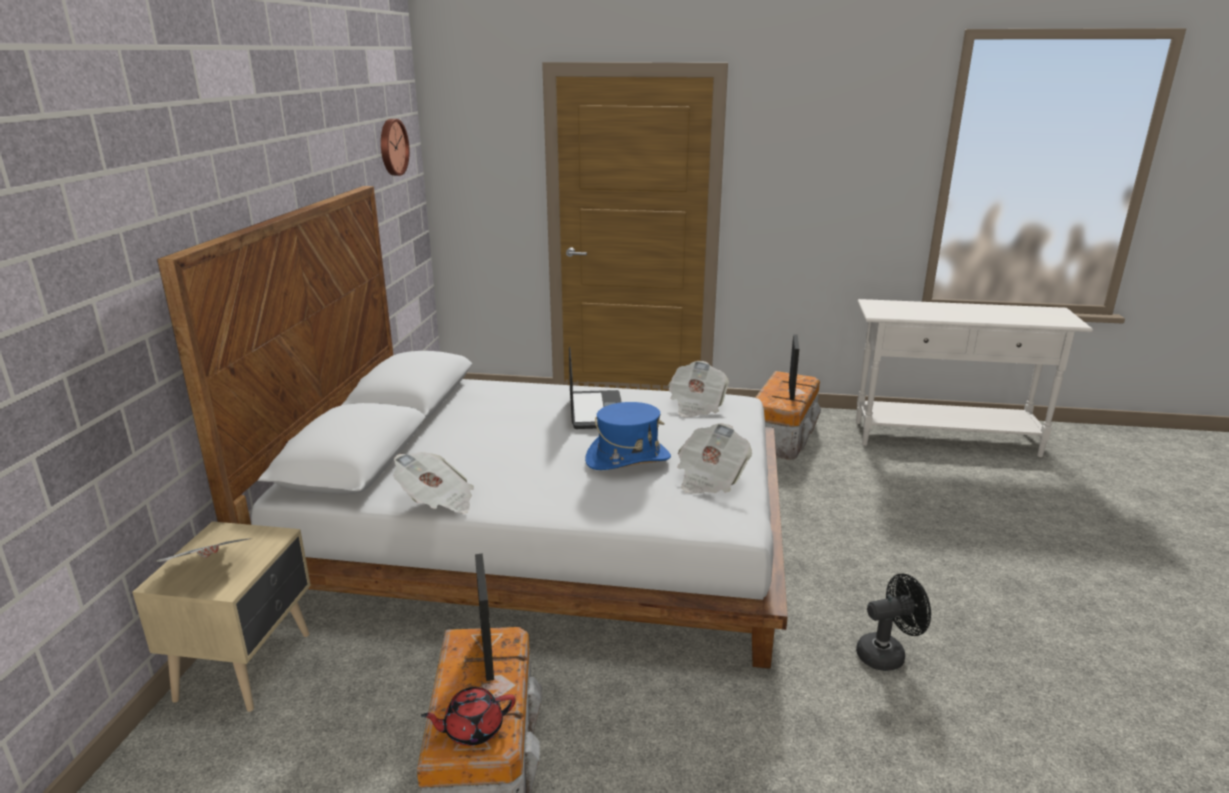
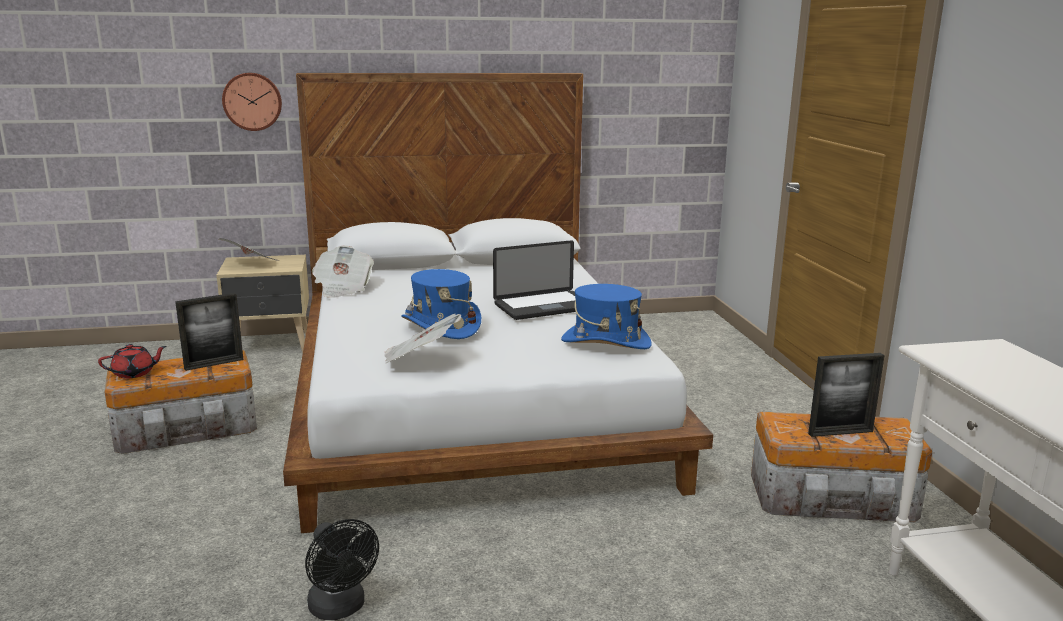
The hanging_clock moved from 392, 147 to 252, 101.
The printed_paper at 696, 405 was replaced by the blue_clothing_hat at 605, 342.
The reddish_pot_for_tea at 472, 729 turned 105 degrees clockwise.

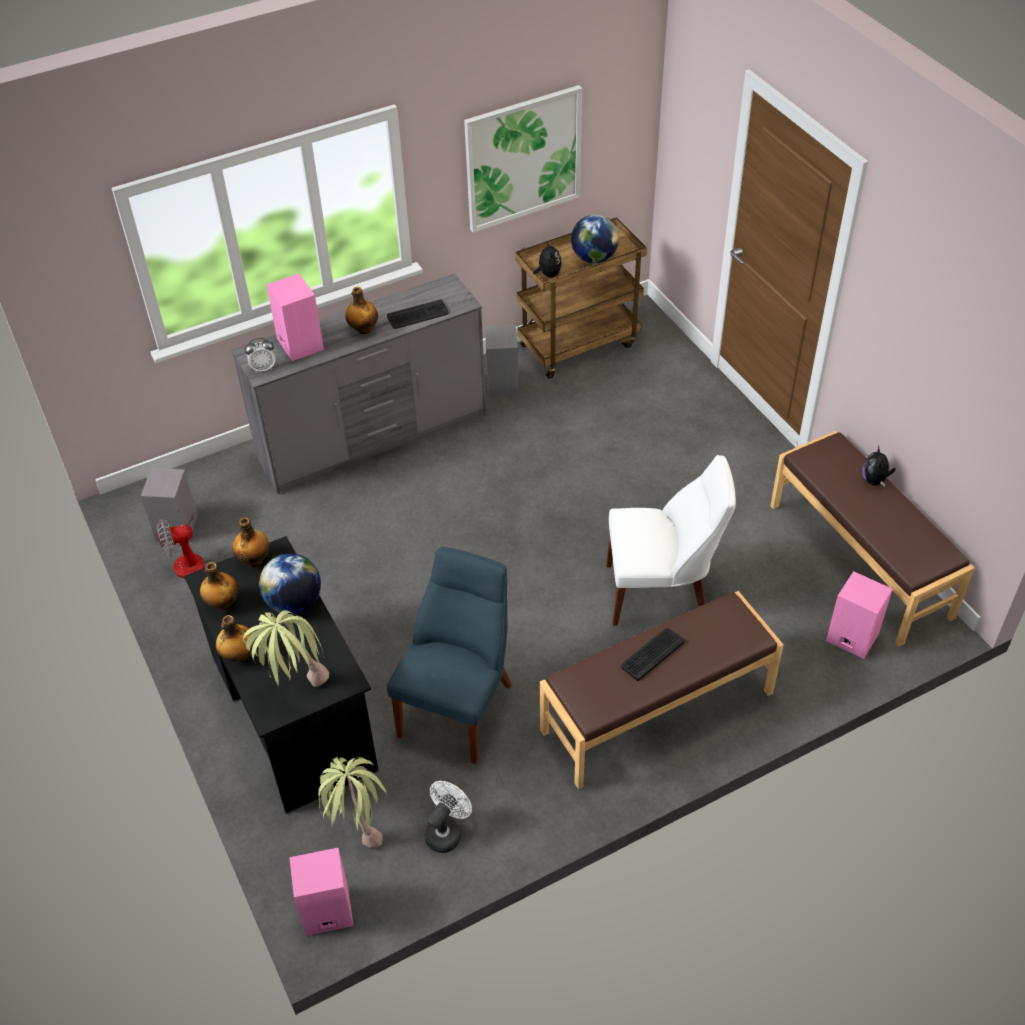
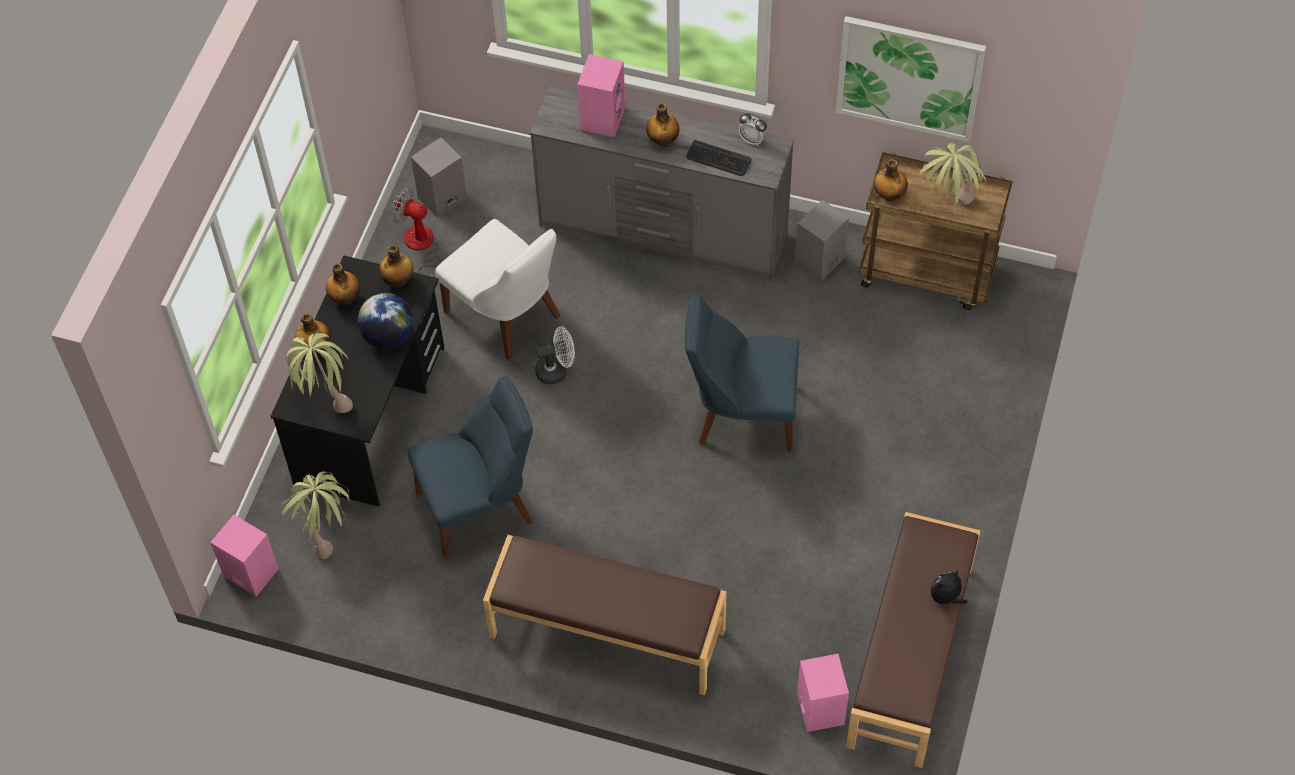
The computer_keyboard at 652, 654 disappeared.
The blue_chair at 742, 414 appeared.
The table_clock moved from 263, 368 to 752, 139.
The white-coloured_cooling_fan moved from 446, 831 to 556, 370.
The white-coloured_chair moved from 661, 592 to 506, 316.
The cuddly_toy at 548, 274 was replaced by the drink_bottle at 889, 195.
The world_globe at 594, 258 was replaced by the plant_in_a_pot at 947, 208.

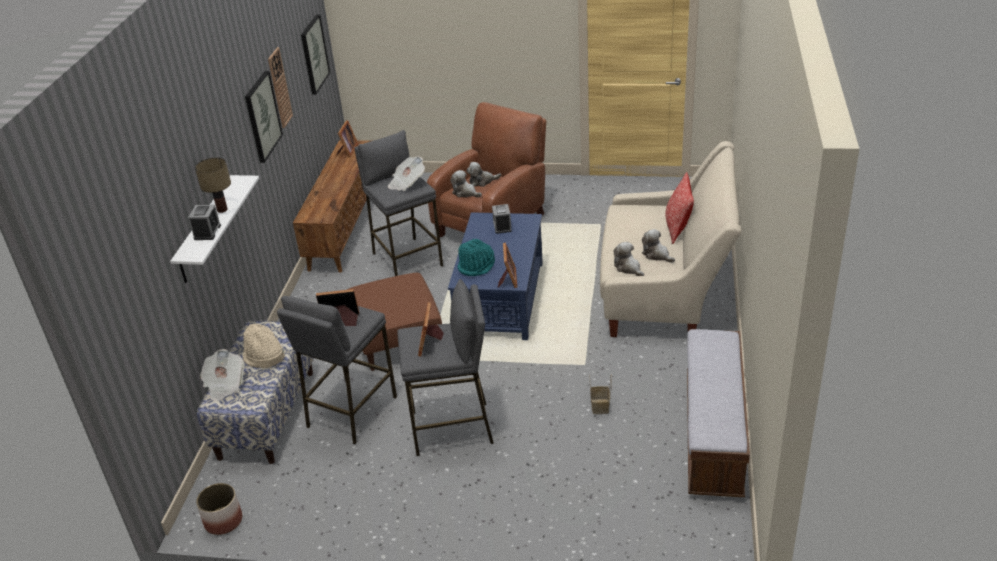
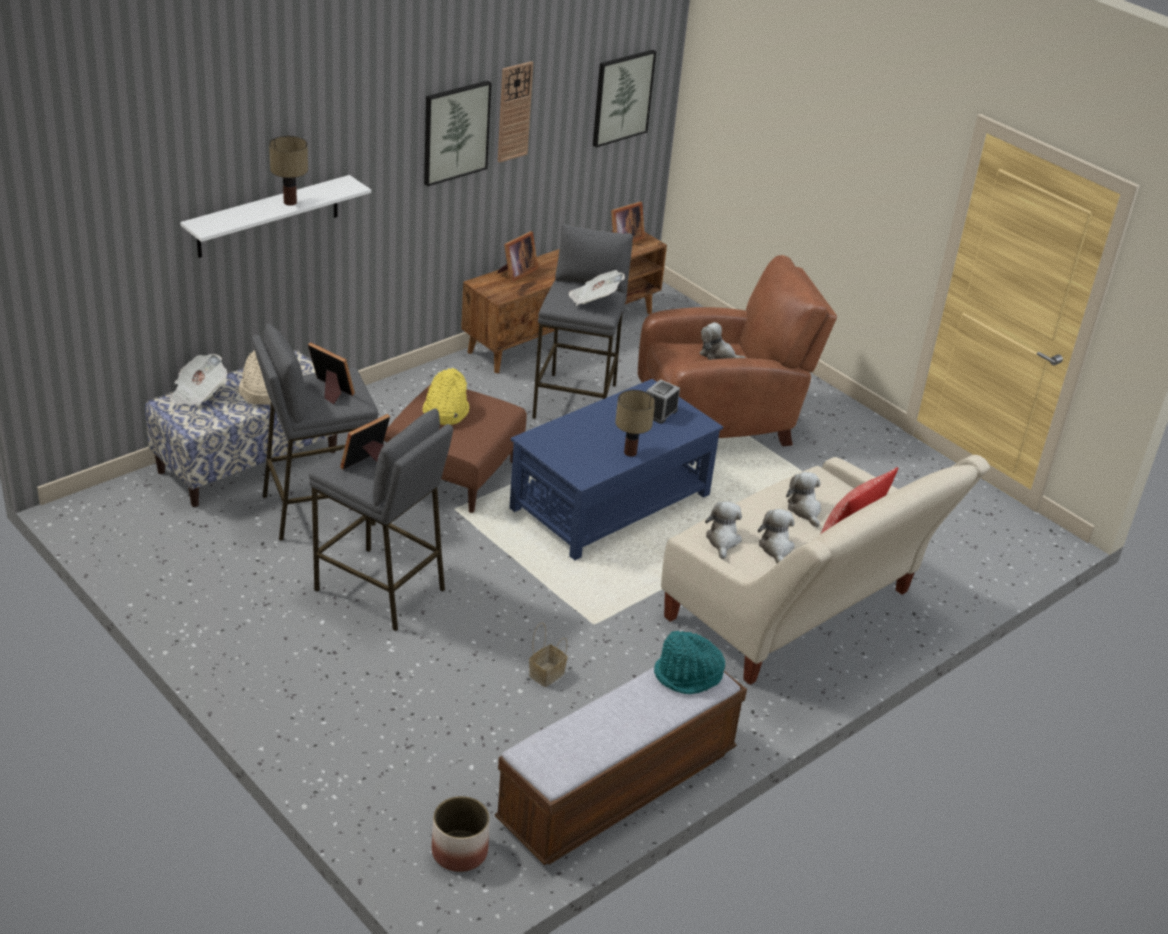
The table_clock at 207, 232 disappeared.
The yellowish_clothing_hat at 445, 411 appeared.
The lamp_for_a_table at 630, 453 appeared.
The planter moved from 224, 520 to 460, 851.
The cuddly_toy moved from 465, 193 to 805, 510.
The turquoise-coloured_clothing_hat moved from 476, 266 to 688, 676.
The standing_frame moved from 508, 279 to 516, 273.

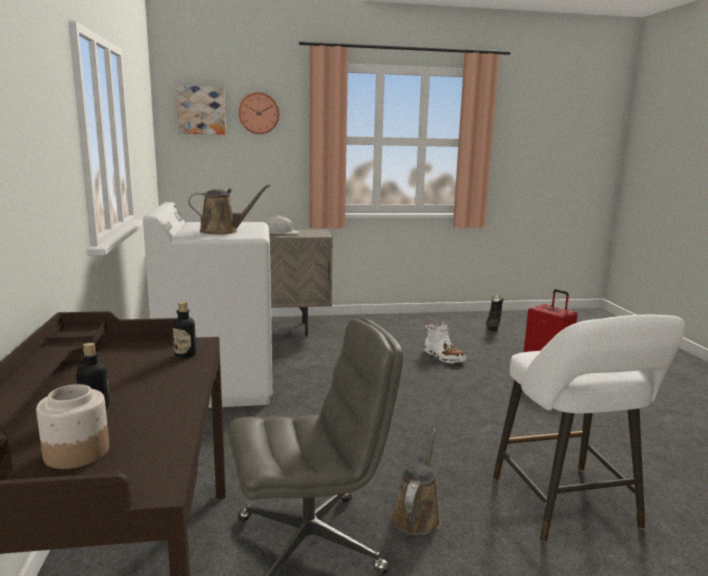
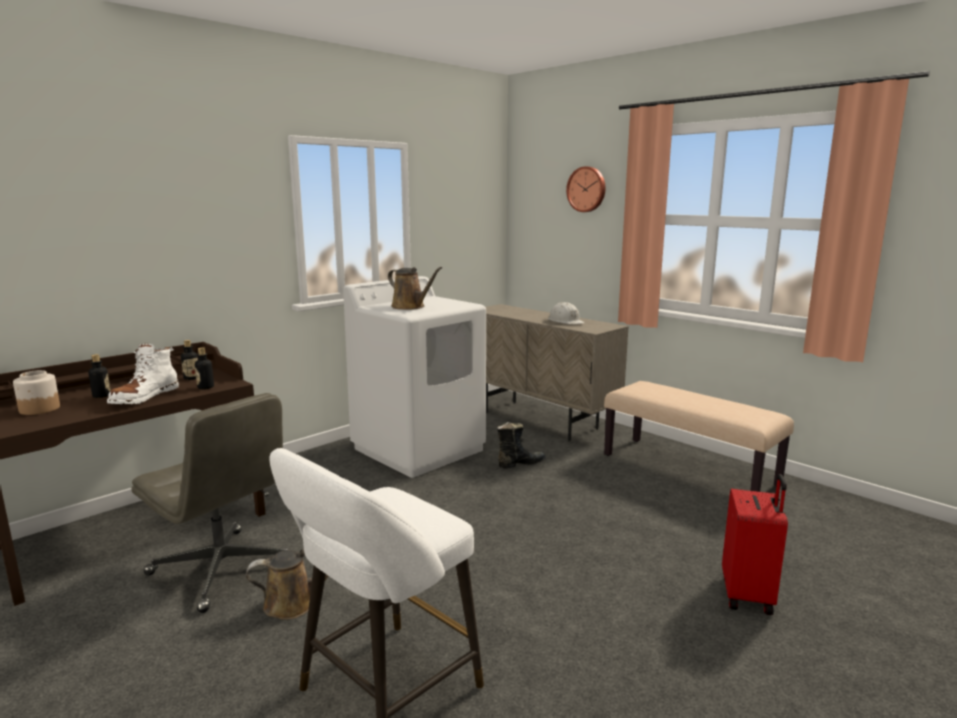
The wall_picture at 201, 110 disappeared.
The drink_bottle at 191, 378 appeared.
The sand-coloured_indoor_bench at 689, 469 appeared.
The white-coloured_tall_boot moved from 443, 357 to 145, 397.
The black_tall_boot moved from 492, 326 to 520, 463.

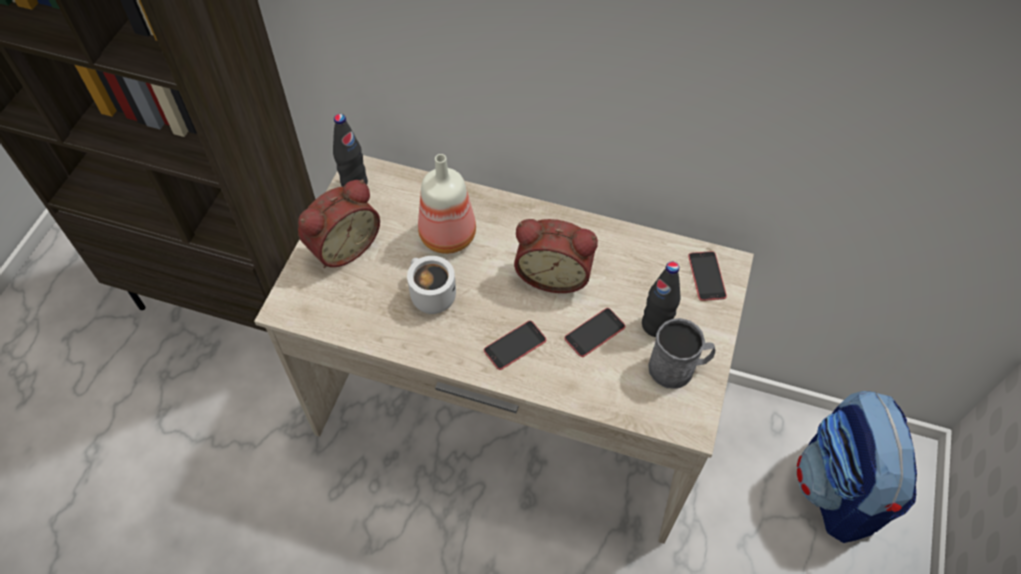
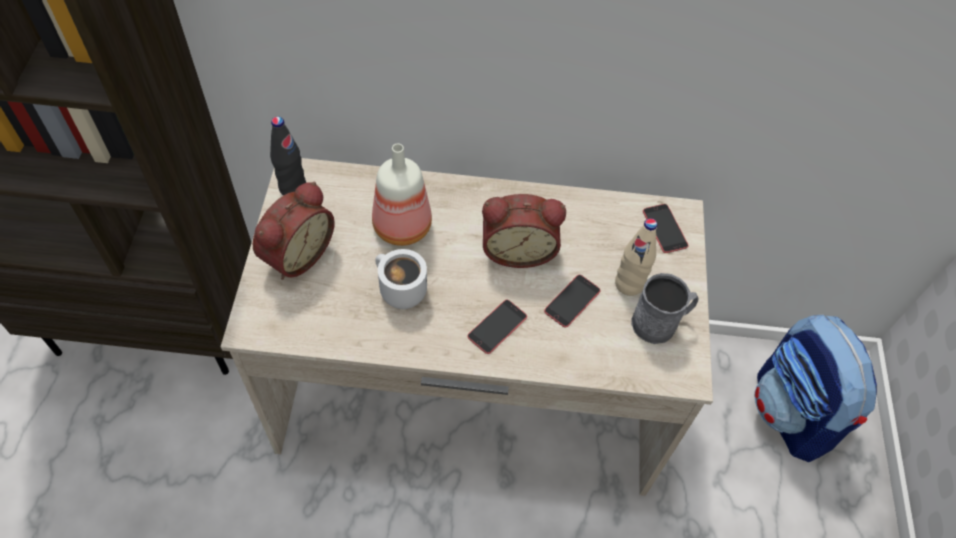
The black_drink_bottle at 656, 325 became the sand-coloured_drink_bottle at 629, 284.

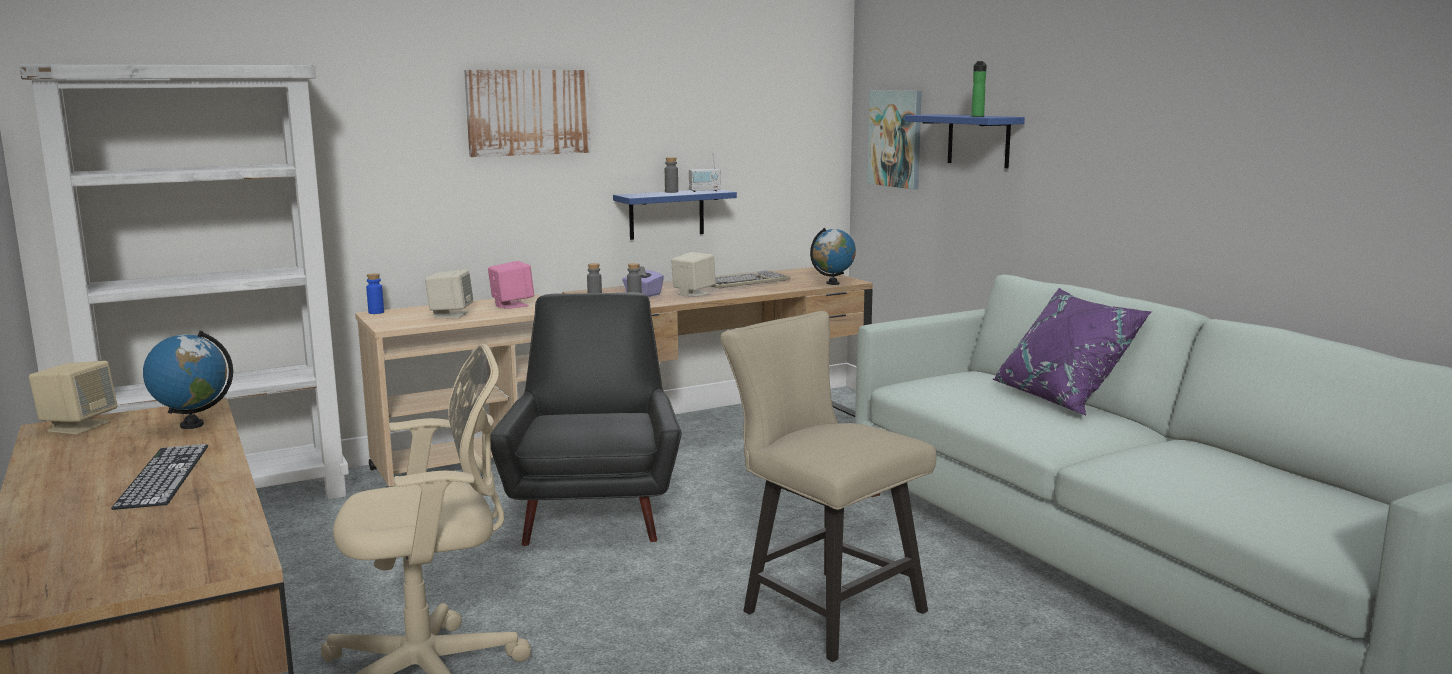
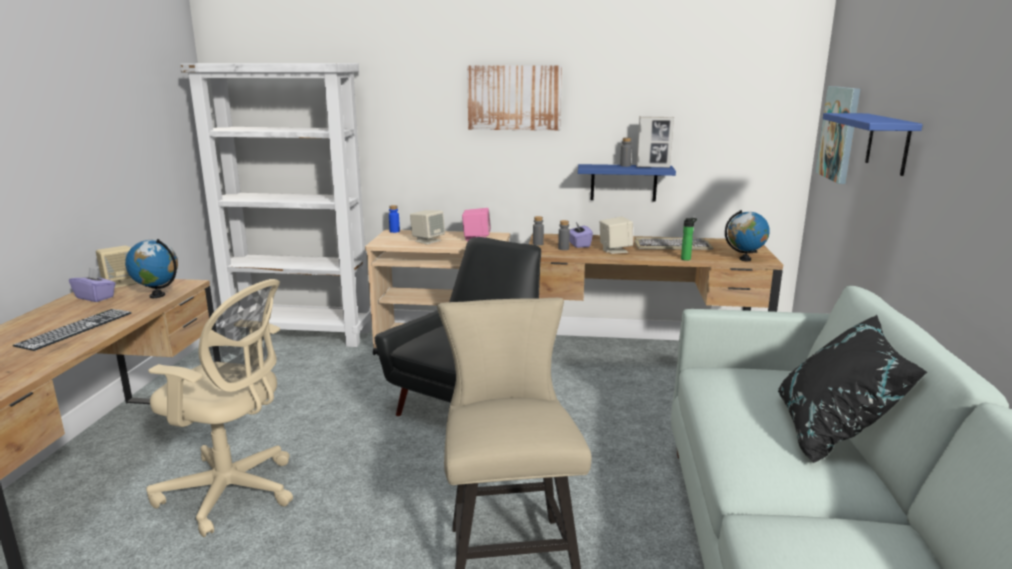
The purple_tissue_holder at 95, 297 appeared.
The drink_bottle moved from 977, 116 to 686, 259.
The radio at 705, 191 was replaced by the standing_frame at 653, 167.
The purple_cushion at 1063, 399 became the black_cushion at 833, 433.

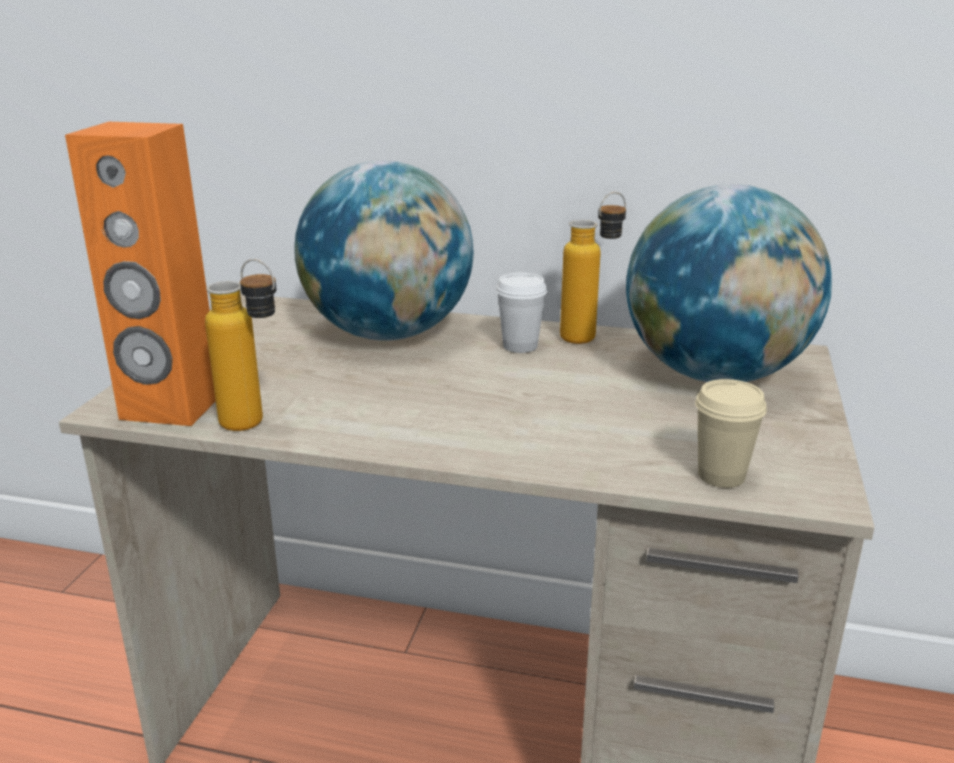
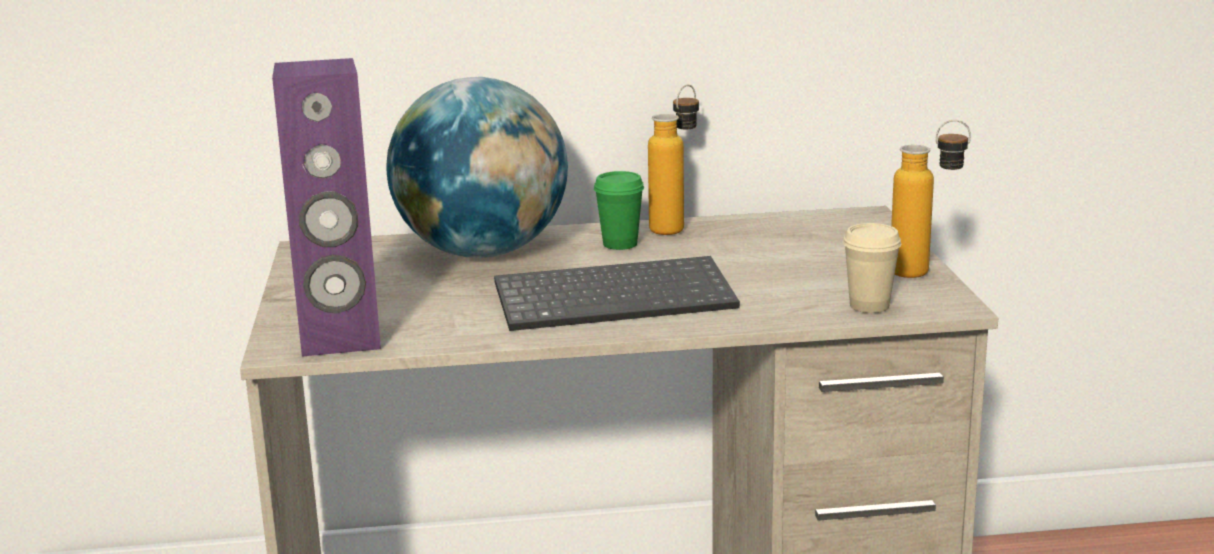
The world_globe at 715, 375 disappeared.
The computer_keyboard at 617, 298 appeared.
The drink_bottle moved from 256, 426 to 925, 272.
The orange-coloured_audio_speaker at 171, 407 became the purple_audio_speaker at 341, 340.
The white-coloured_small_cup at 520, 346 became the green-coloured_small_cup at 620, 244.

